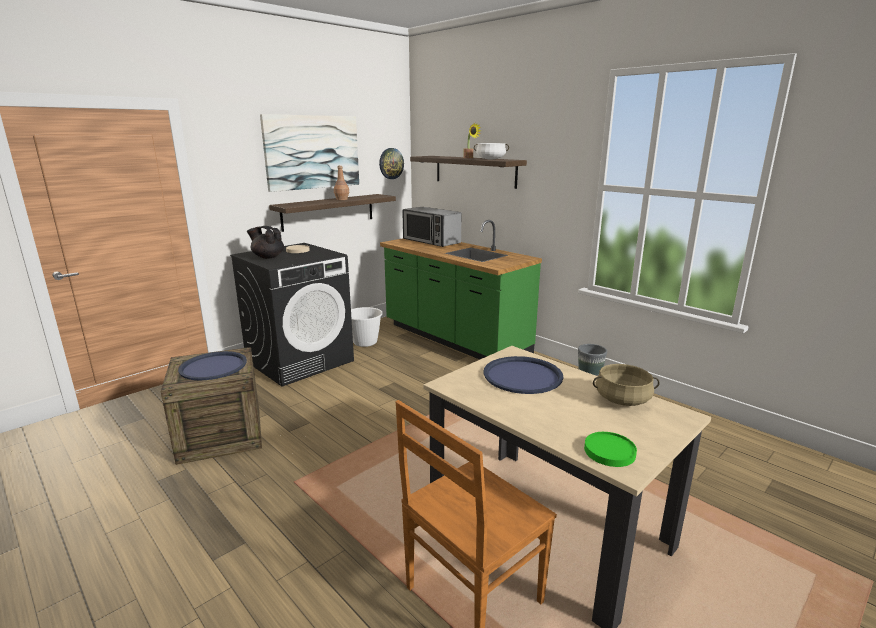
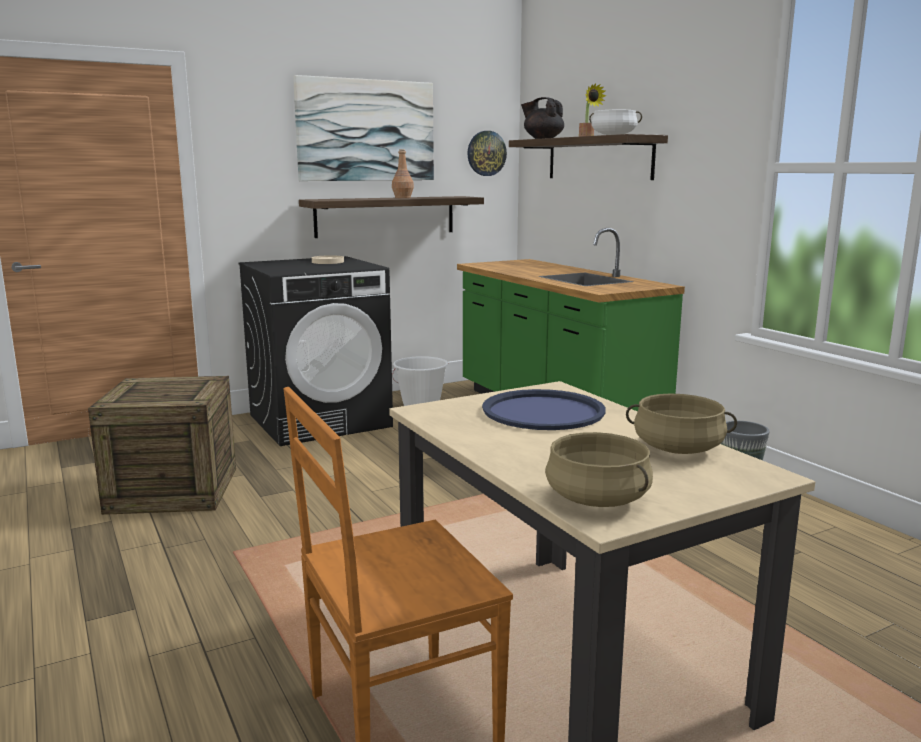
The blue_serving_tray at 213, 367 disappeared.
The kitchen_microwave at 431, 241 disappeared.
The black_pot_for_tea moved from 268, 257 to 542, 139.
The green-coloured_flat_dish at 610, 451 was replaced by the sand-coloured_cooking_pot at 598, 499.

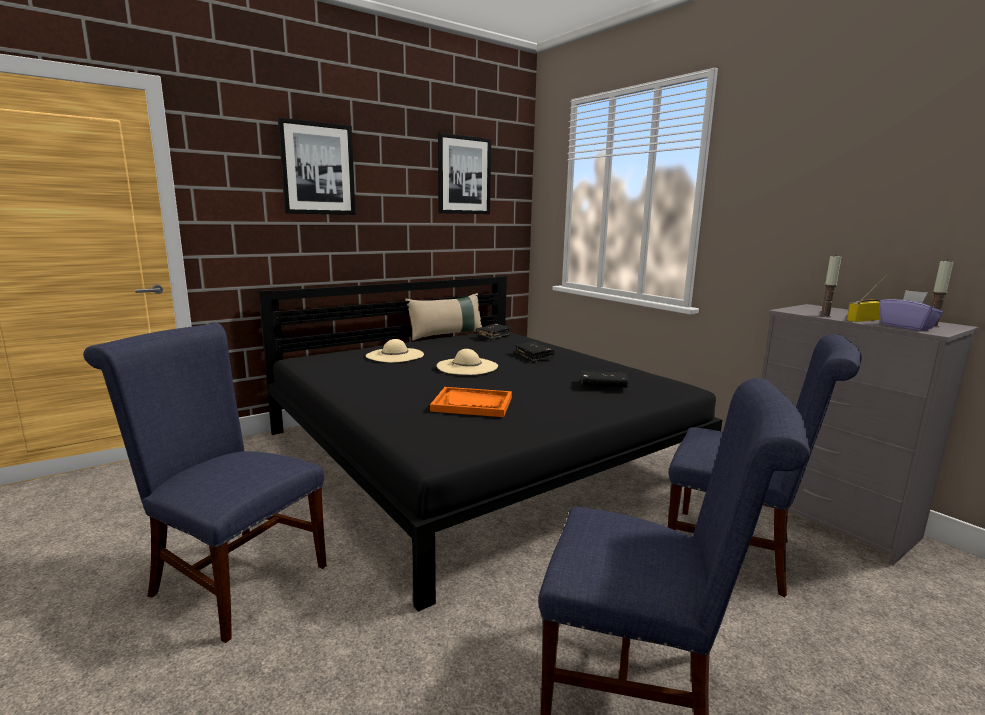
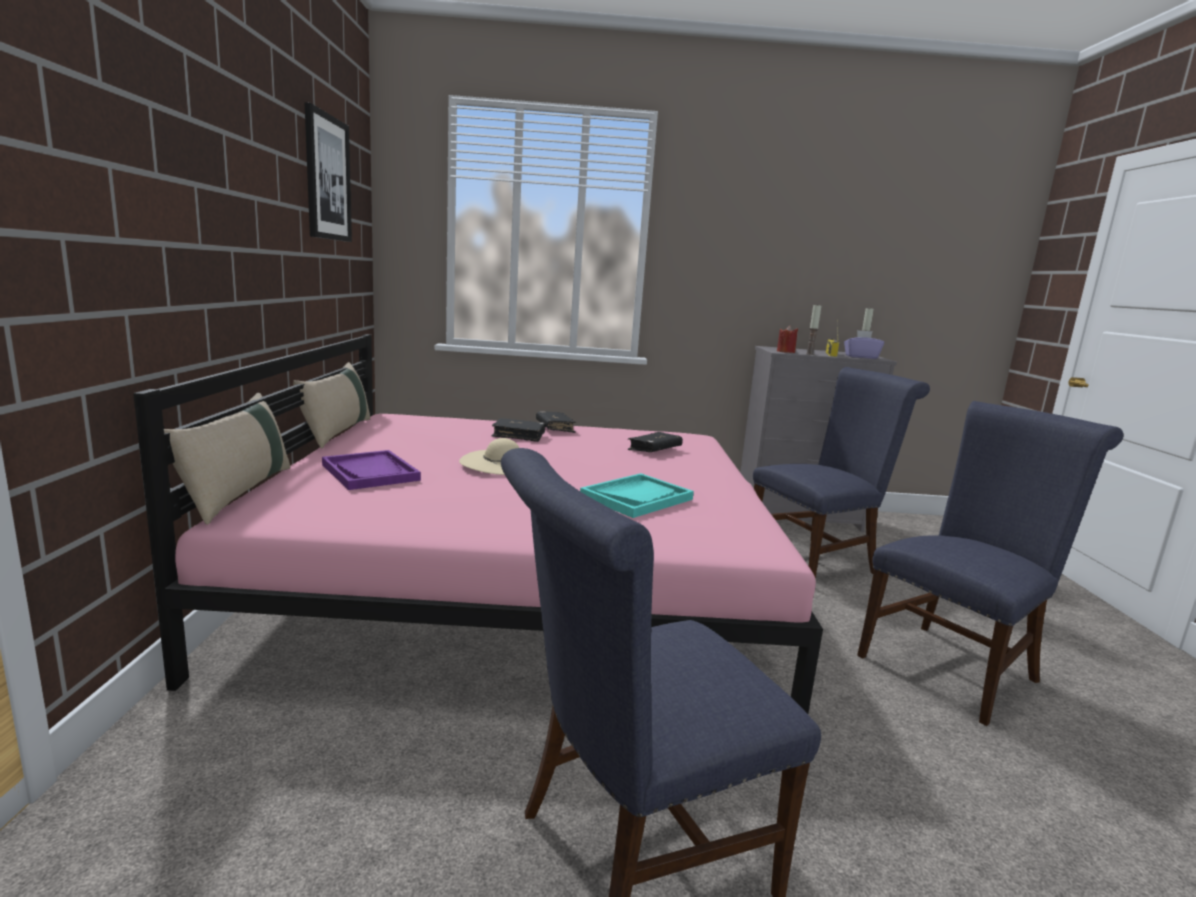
The wall_picture at 317, 169 disappeared.
The sand-coloured_cushion at 238, 492 appeared.
The reddish_wax_light at 785, 352 appeared.
The black_book moved from 493, 336 to 555, 428.
The sand-coloured_clothing_hat at 395, 355 was replaced by the purple_serving_tray at 370, 472.
The black_bed at 476, 453 became the pink-coloured_bed at 520, 575.
The orange-coloured_serving_tray at 472, 404 became the turquoise-coloured_serving_tray at 636, 498.

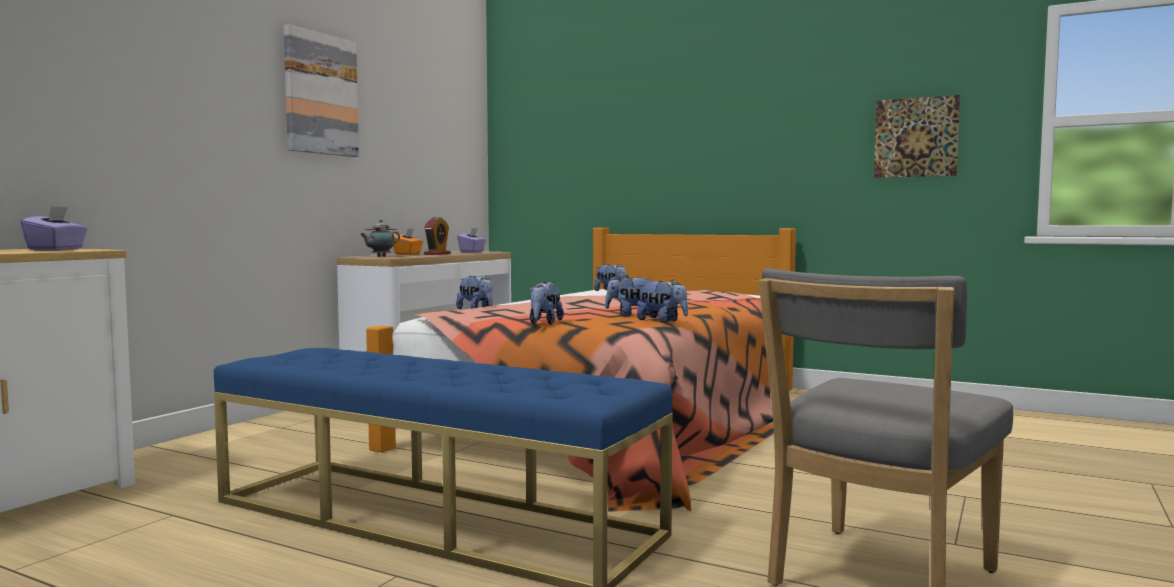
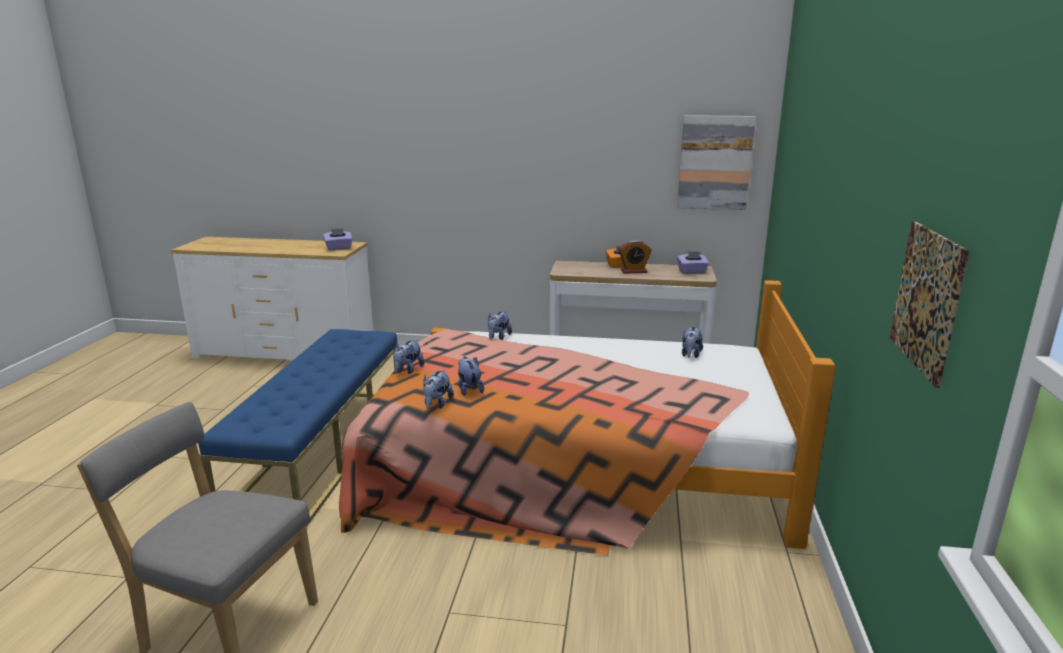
The pot_for_tea at 380, 256 disappeared.
The wall_picture moved from 320, 94 to 715, 162.
The cuddly_toy at 544, 323 turned 60 degrees counterclockwise.

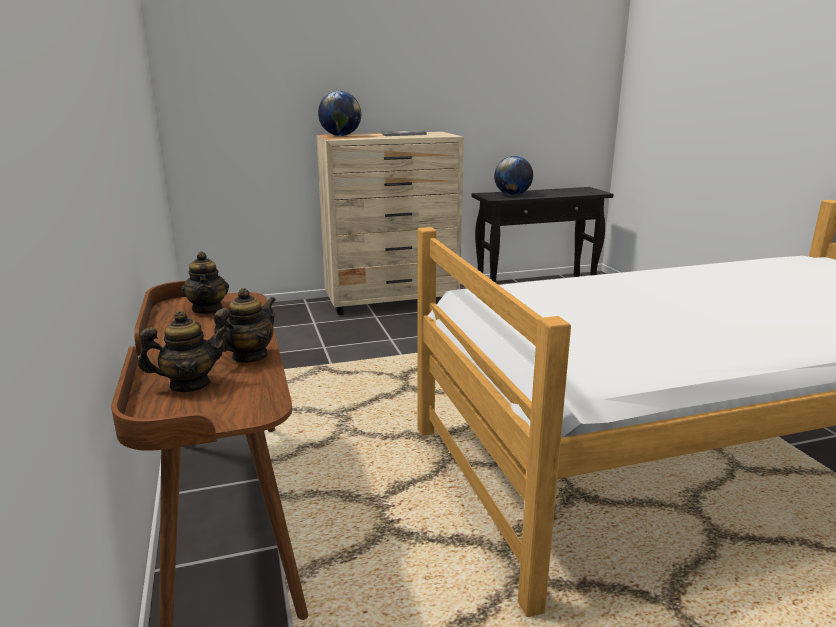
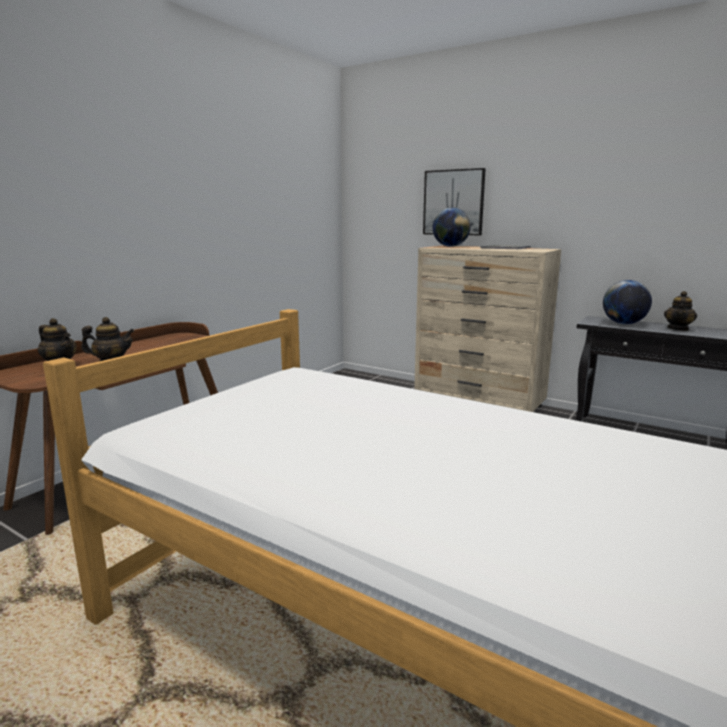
The wall_picture at 453, 202 appeared.
The pot_for_tea moved from 208, 309 to 678, 329.

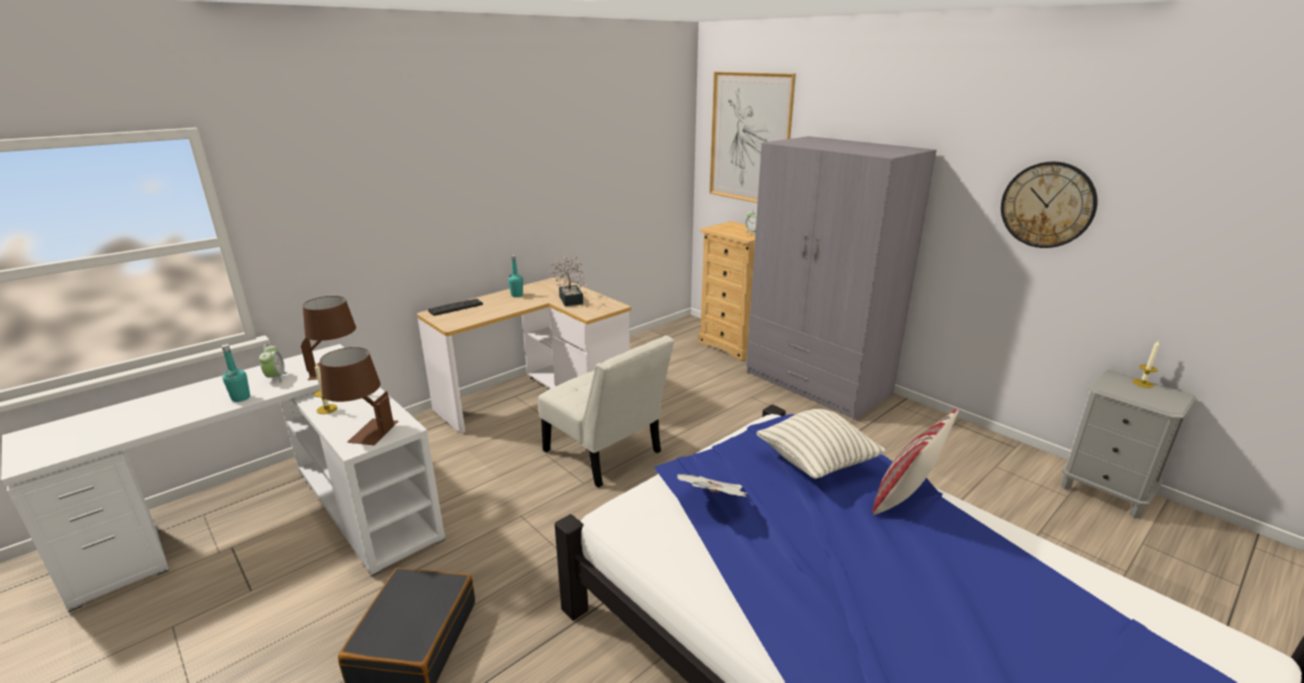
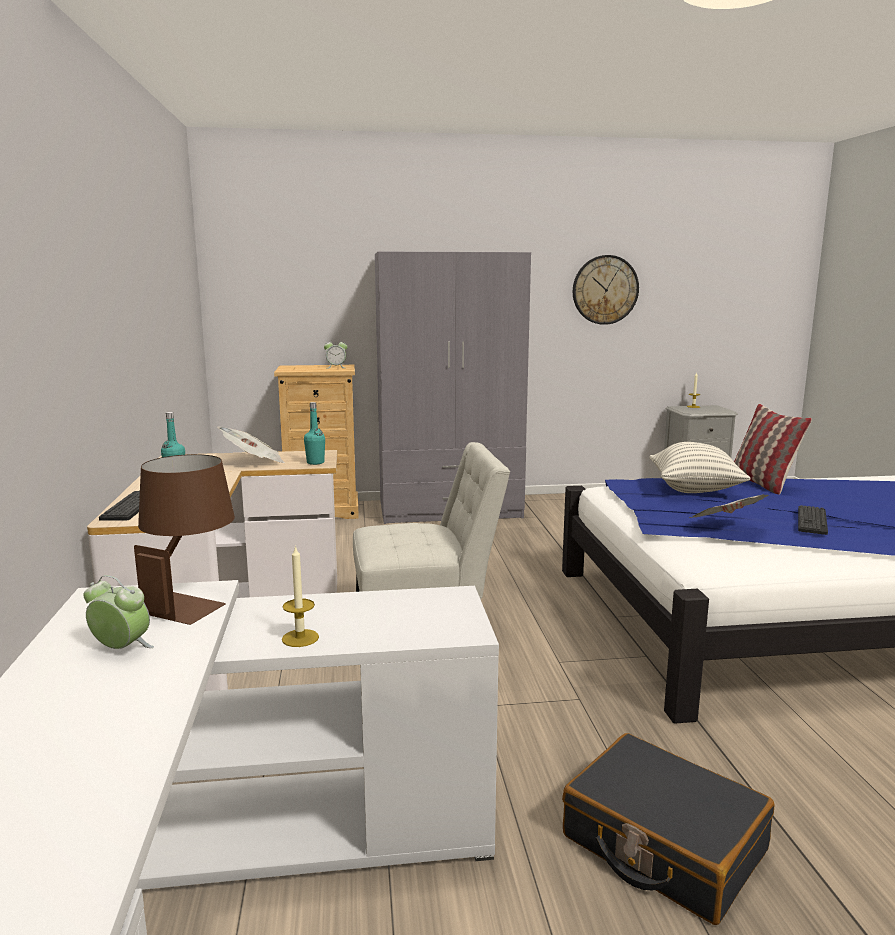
The brown-coloured_lamp_for_a_table at 364, 430 disappeared.
The wall_picture at 749, 138 disappeared.
The computer_keyboard at 812, 521 appeared.
The turquoise-coloured_drink_bottle moved from 241, 398 to 315, 462.
The plant_in_a_pot at 570, 299 was replaced by the printed_paper at 254, 462.

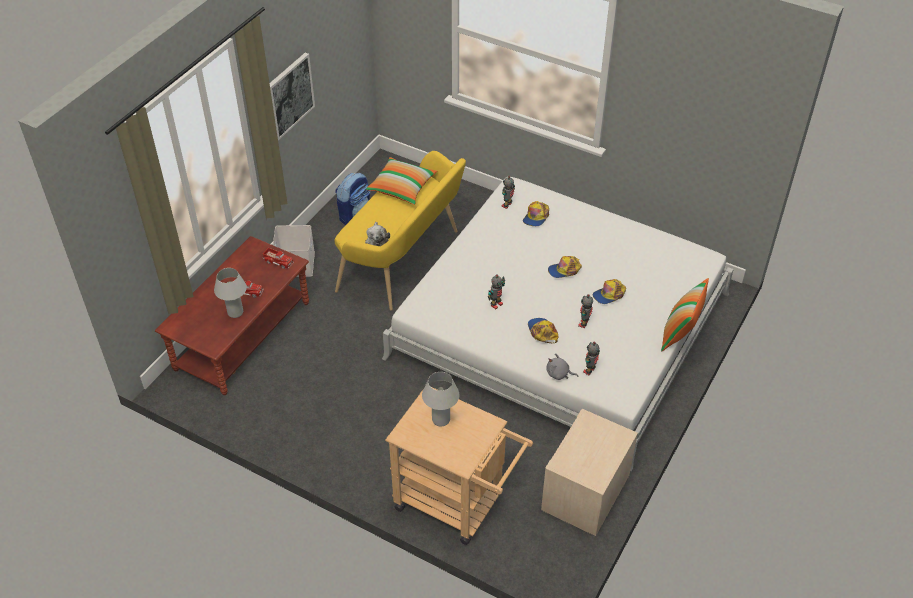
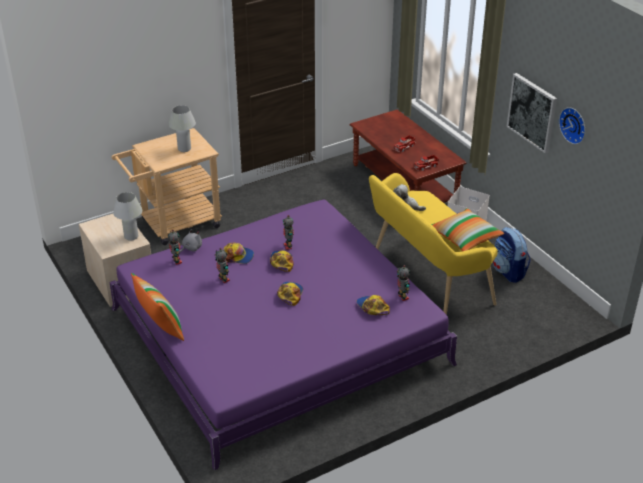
The hanging_clock at 574, 125 appeared.
The white-coloured_lamp_for_a_table moved from 235, 312 to 131, 236.
The baseball_cap moved from 609, 294 to 282, 262.
The white-coloured_bed at 559, 325 became the purple_bed at 279, 336.

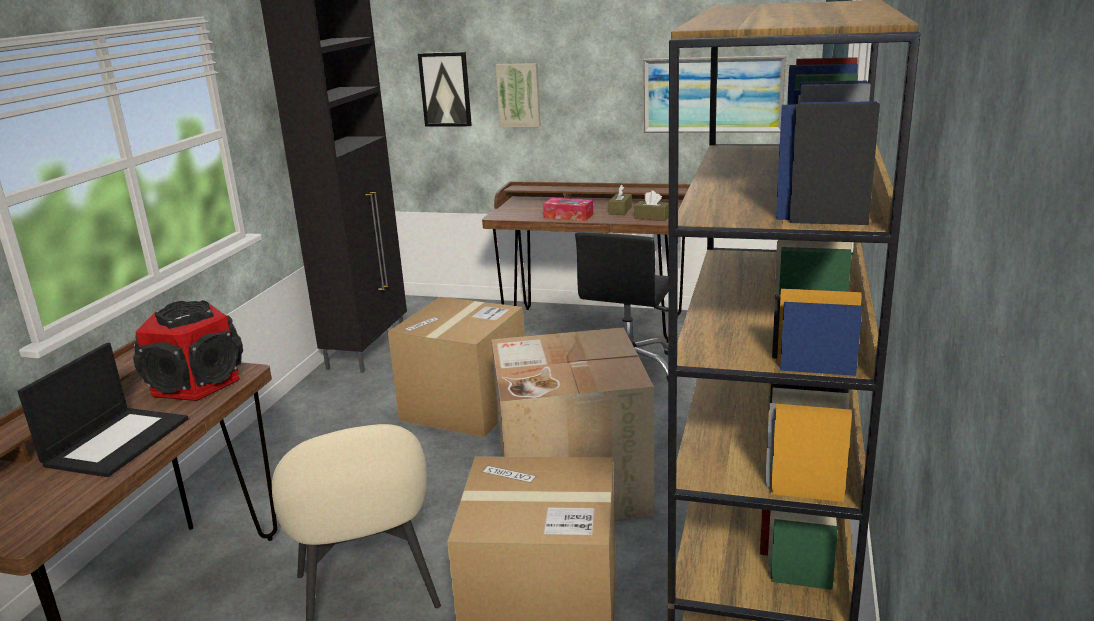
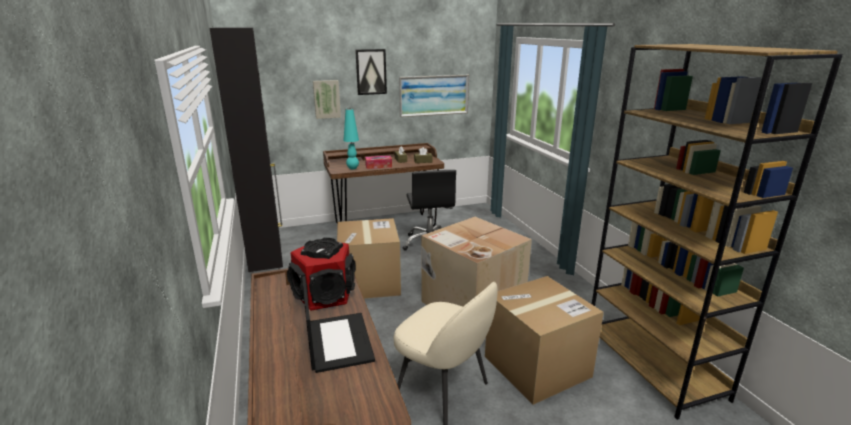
The turquoise-coloured_lamp_for_a_table at 352, 168 appeared.
The wall_picture moved from 445, 89 to 371, 72.

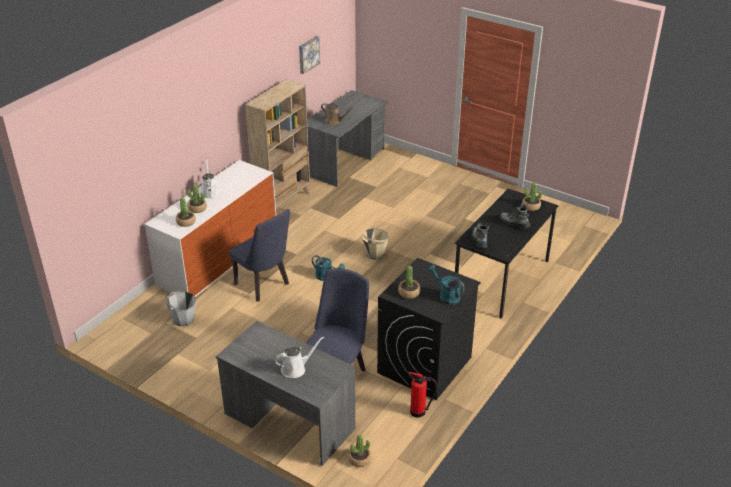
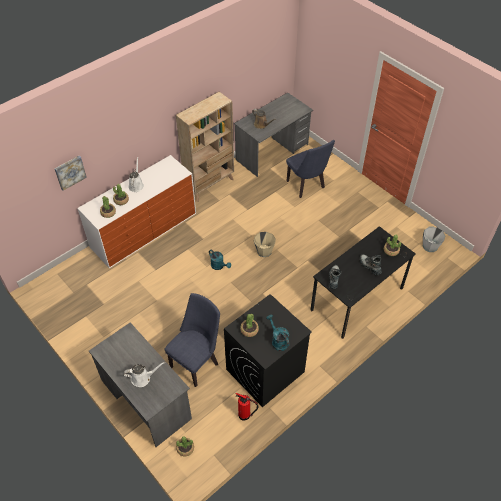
The gray_pail moved from 183, 319 to 430, 246.
The blue_chair moved from 264, 286 to 307, 186.
The wall_picture moved from 308, 54 to 70, 172.

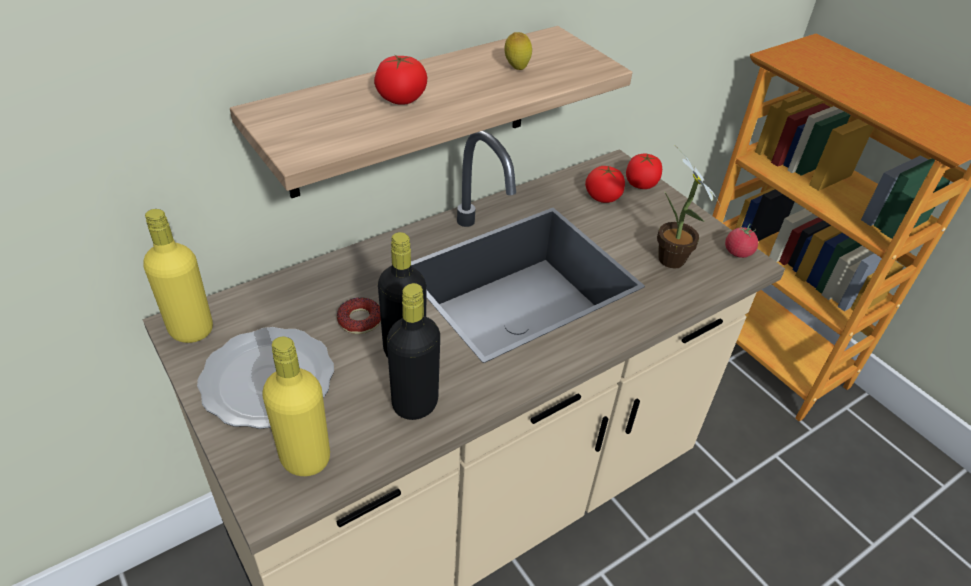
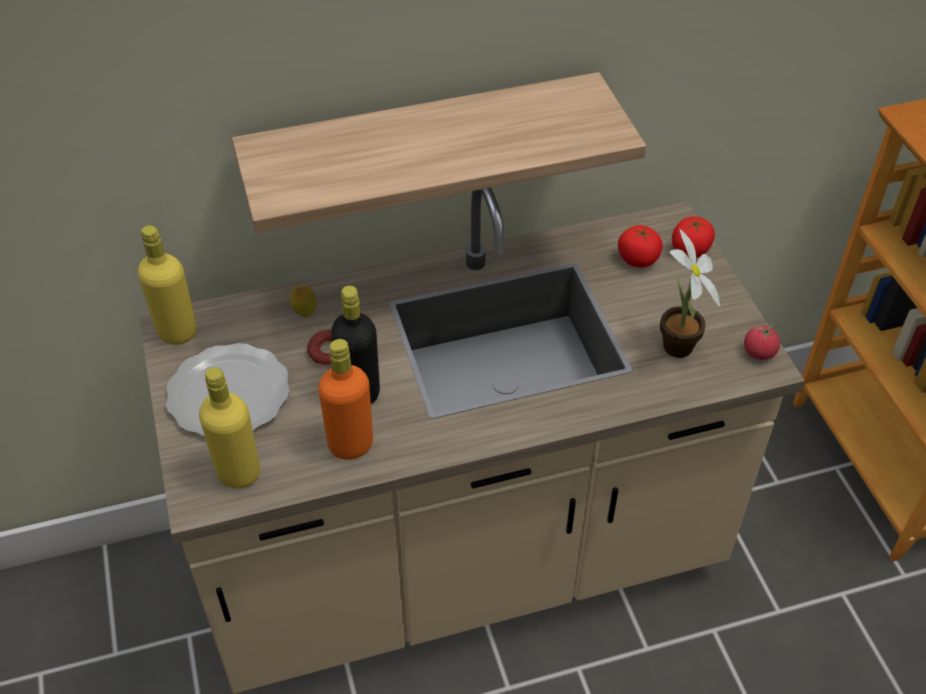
The fresh_tomato at 401, 99 disappeared.
The lemon moved from 516, 68 to 305, 313.
The black_drink_bottle at 415, 404 became the orange-coloured_drink_bottle at 350, 444.

